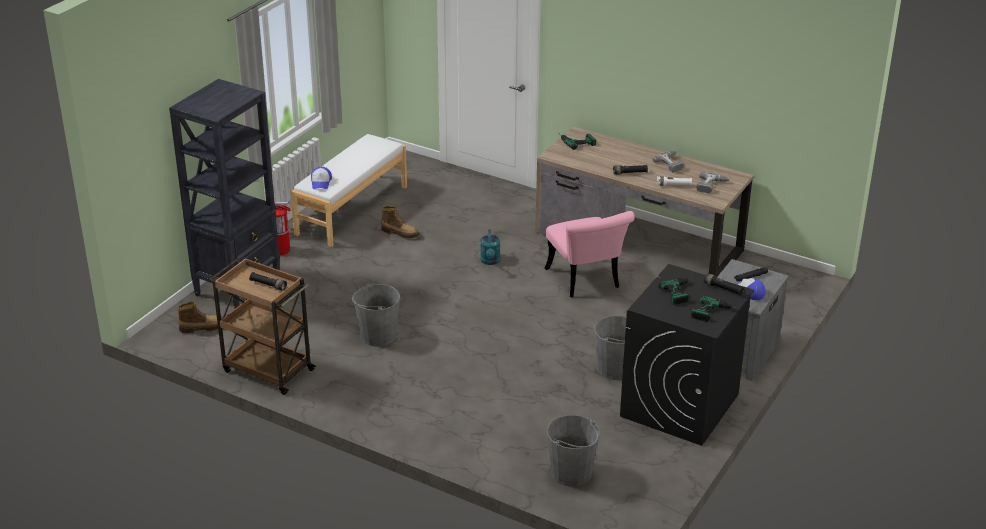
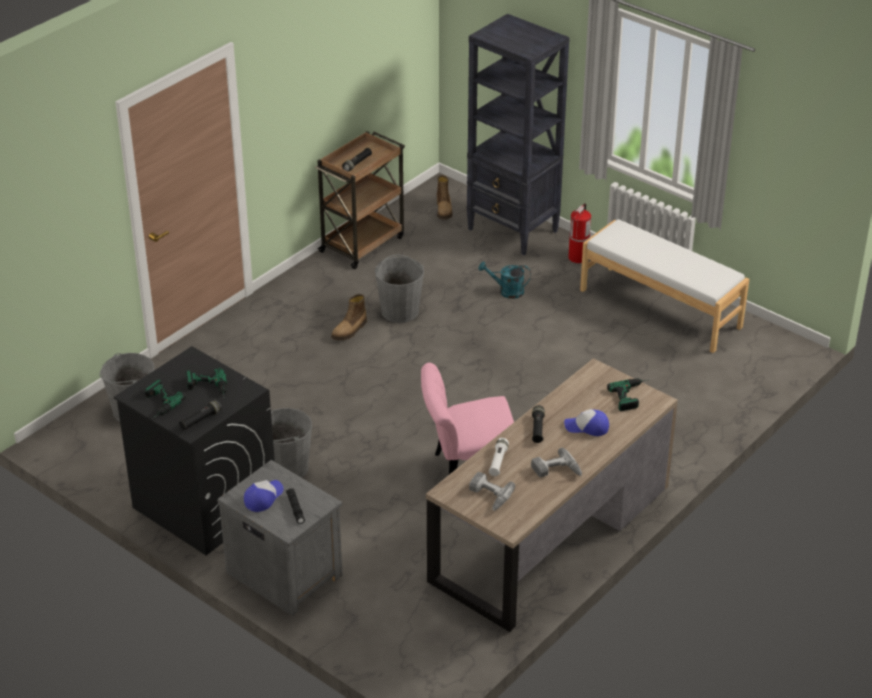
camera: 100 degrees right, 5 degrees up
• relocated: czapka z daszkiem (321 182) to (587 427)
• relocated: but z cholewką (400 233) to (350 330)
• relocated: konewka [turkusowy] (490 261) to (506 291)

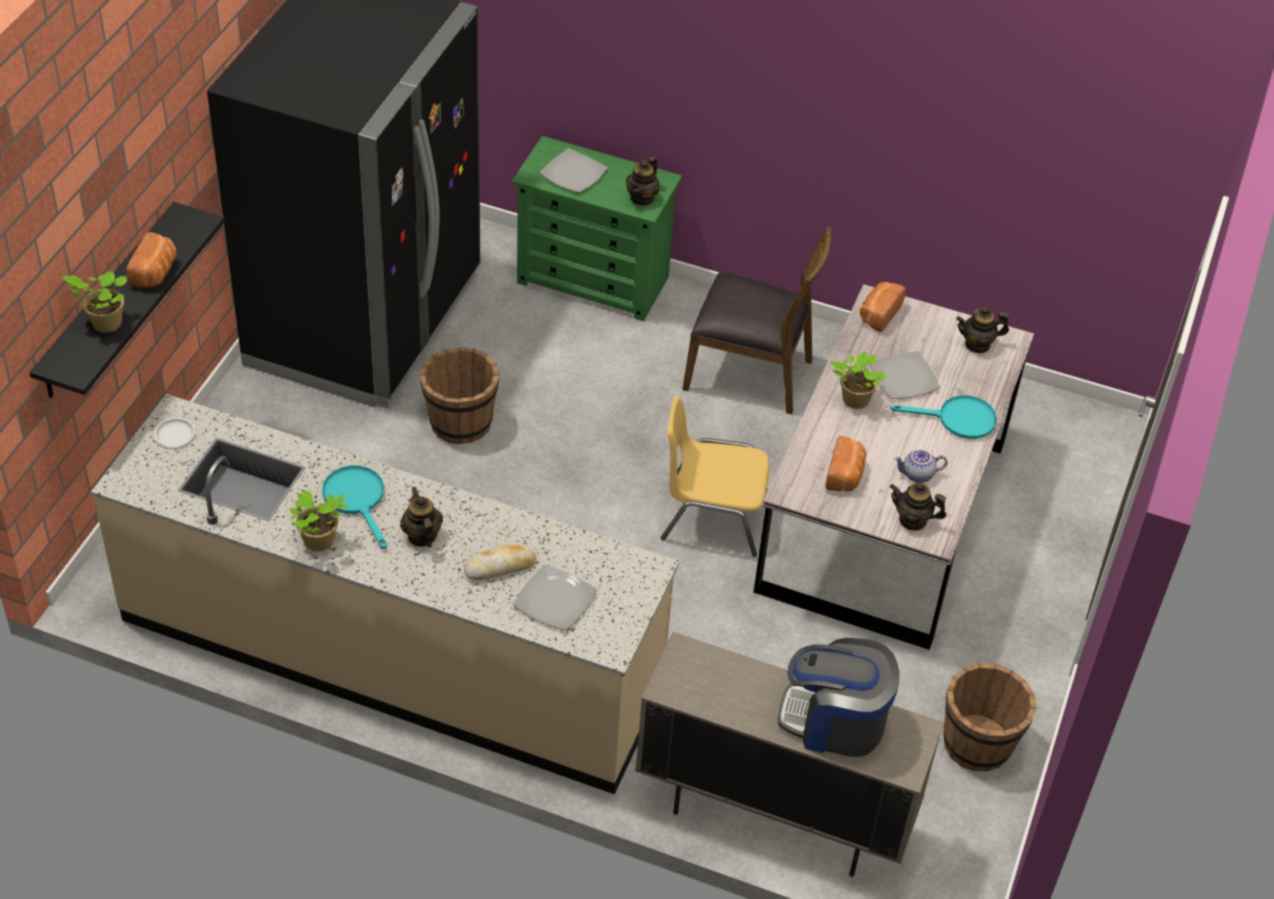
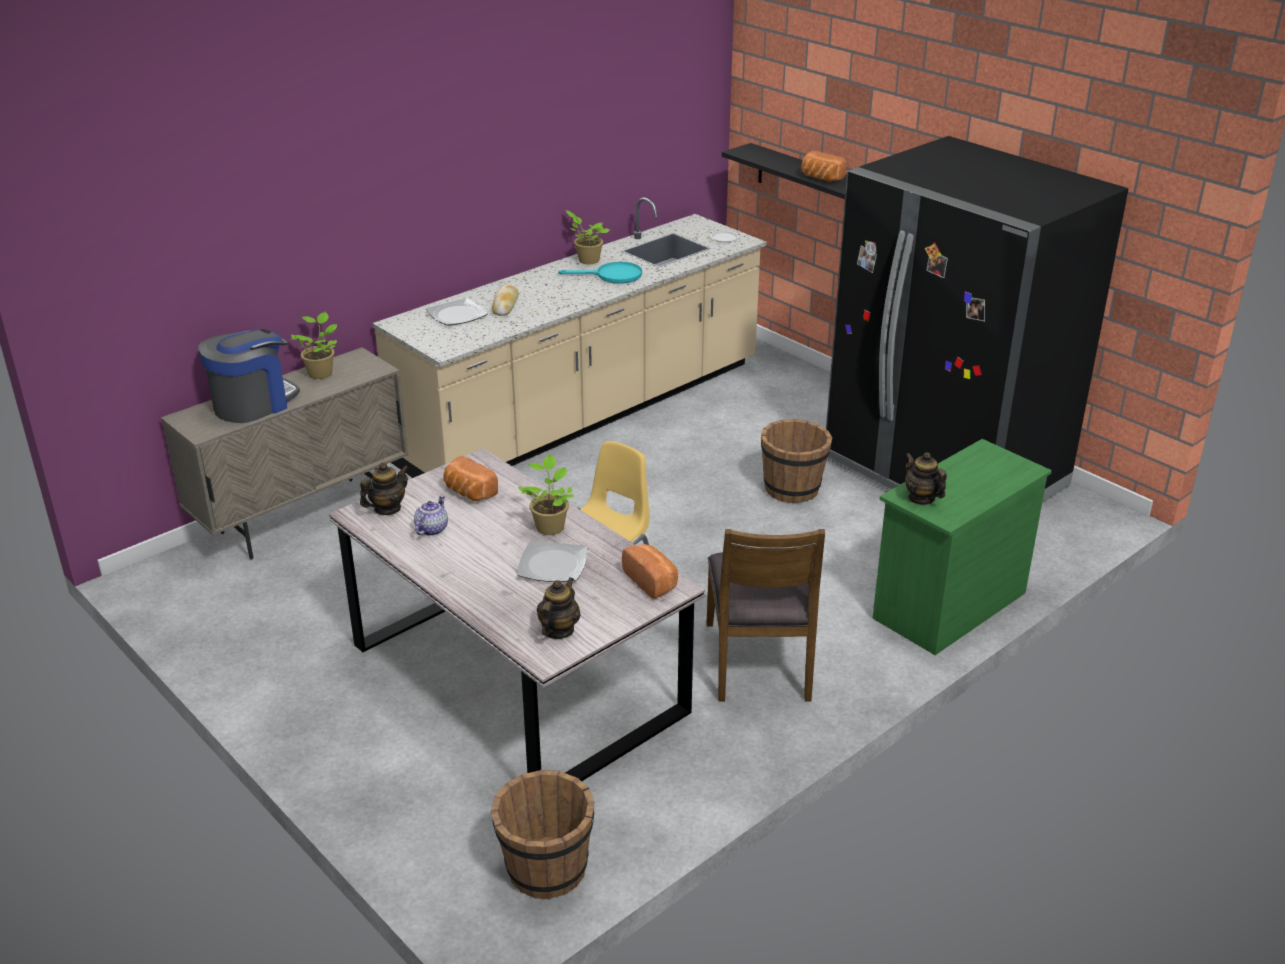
camera: 120 degrees right, 15 degrees down
• relocated: roślina doniczkowa (104 323) to (321 373)
• missing: imbryk (421 536)
• missing: talerz (574 173)
• spun: krzesło [brązowy] (749 373) = (760 661) 45 degrees counterclockwise
• missing: patelnia [turkusowy] (957 420)
• relocated: wiadro [brązowy] (978 744) to (546 870)

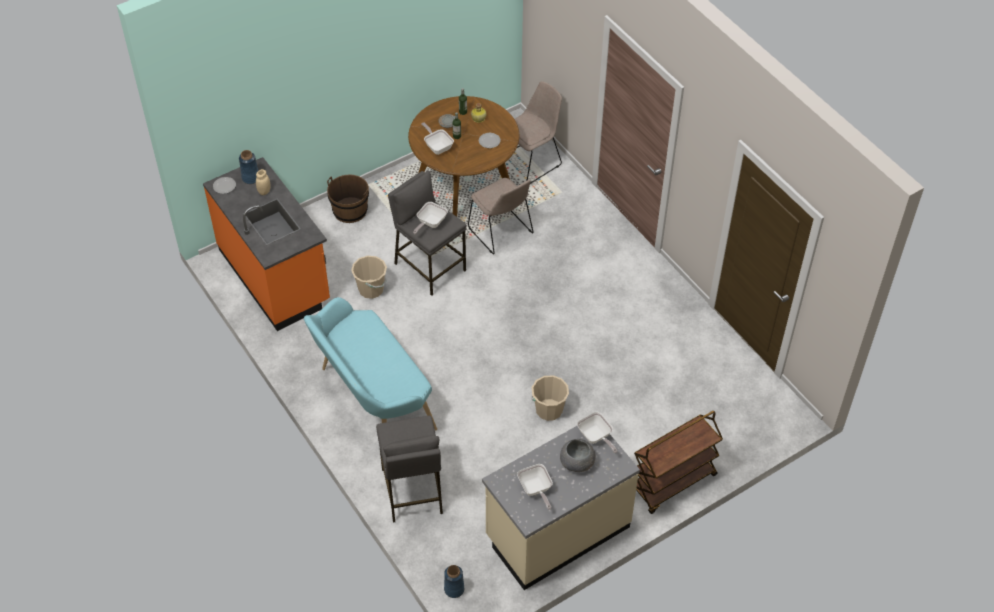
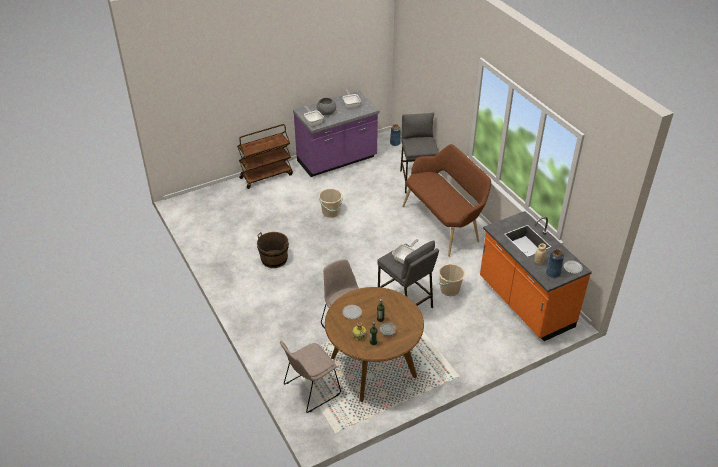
camera: 175 degrees left, 10 degrees down
• colour: ławka [turkusowy] (372 400) to ławka [brązowy] (444 223)
• relocated: wiadro [brązowy] (350 210) to (274 259)
• missing: patelnia (437 146)
• colour: zabudowa kuchenna [beżowy] (557 531) to zabudowa kuchenna [fioletowy] (337 160)

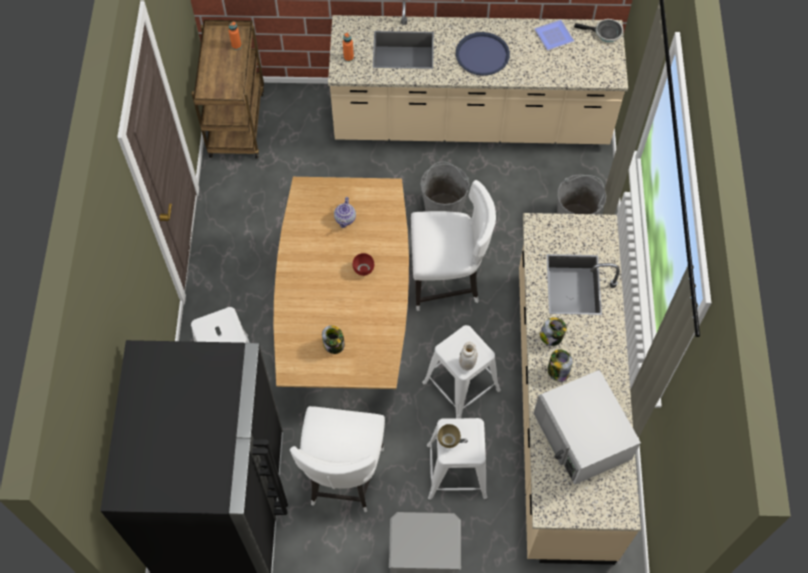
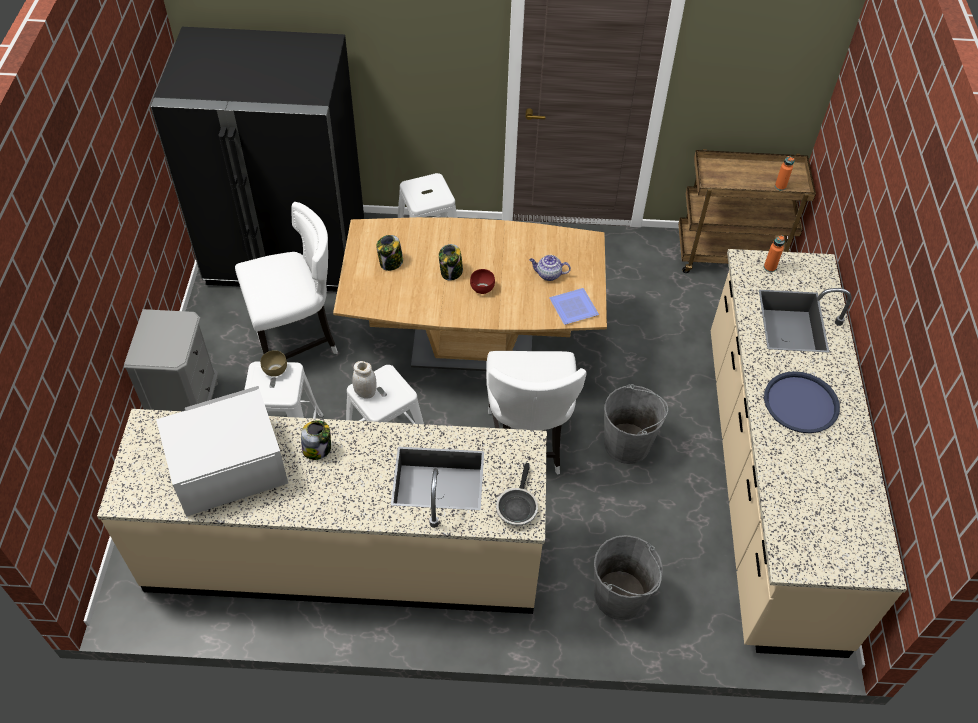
camera: 90 degrees right, 10 degrees down
• spun: krzesło [biały] (343 477) = (297 341) 150 degrees clockwise
• relocated: talerz (552 36) to (574 306)
• relocated: słoik (551 336) to (451 272)
• relocated: patelnia (605 33) to (517 506)

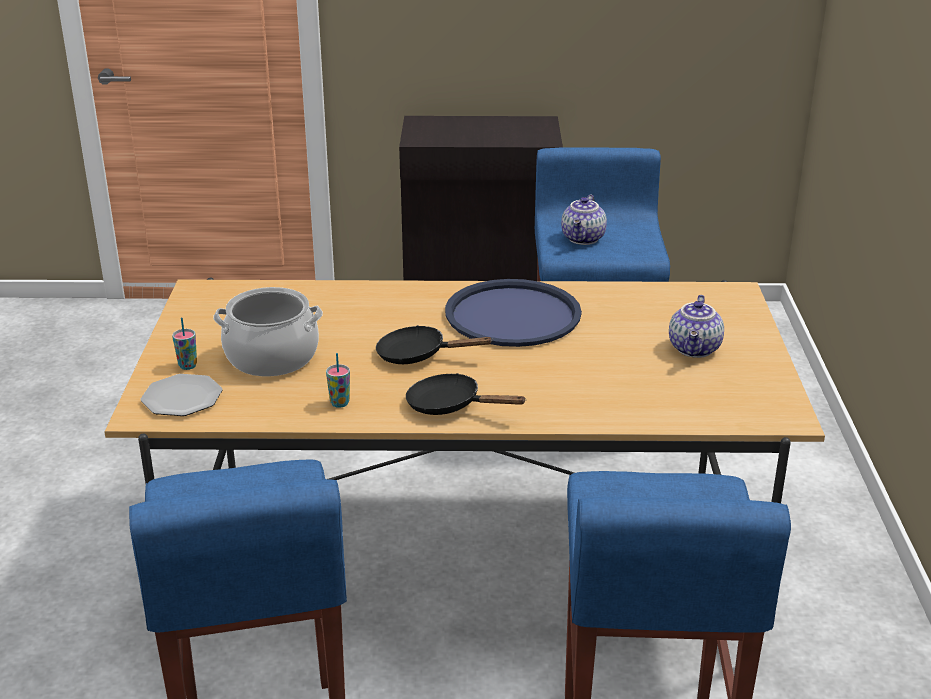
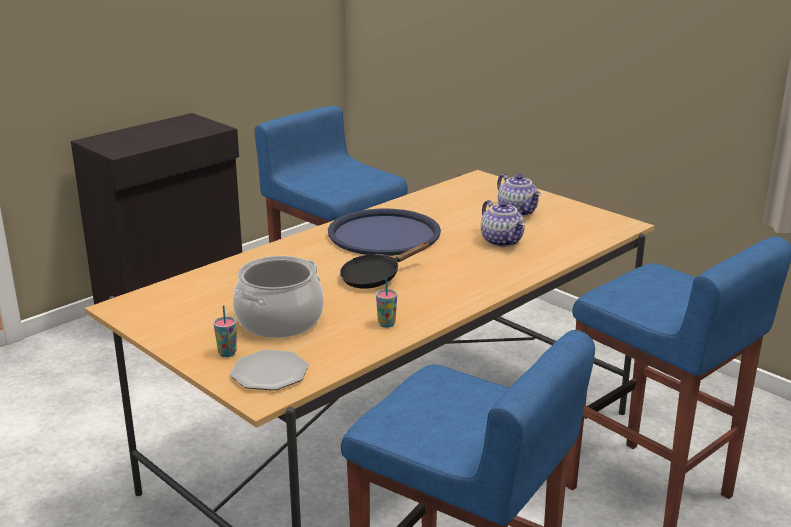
camera: 45 degrees left, 5 degrees down
• missing: patelnia [czarny] (450 406)
• relocated: imbryk (584 239) to (503 241)

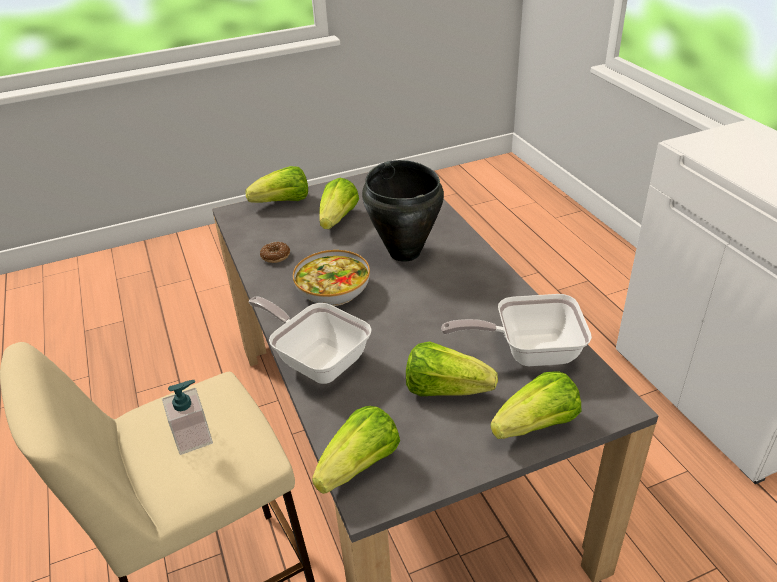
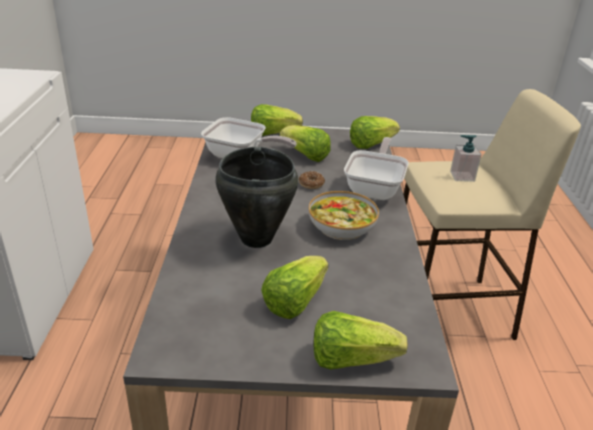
camera: 160 degrees left, 5 degrees down
• spun: patelnia (317 360) = (375 188) 135 degrees counterclockwise
• relocated: donut (275 256) to (311 184)

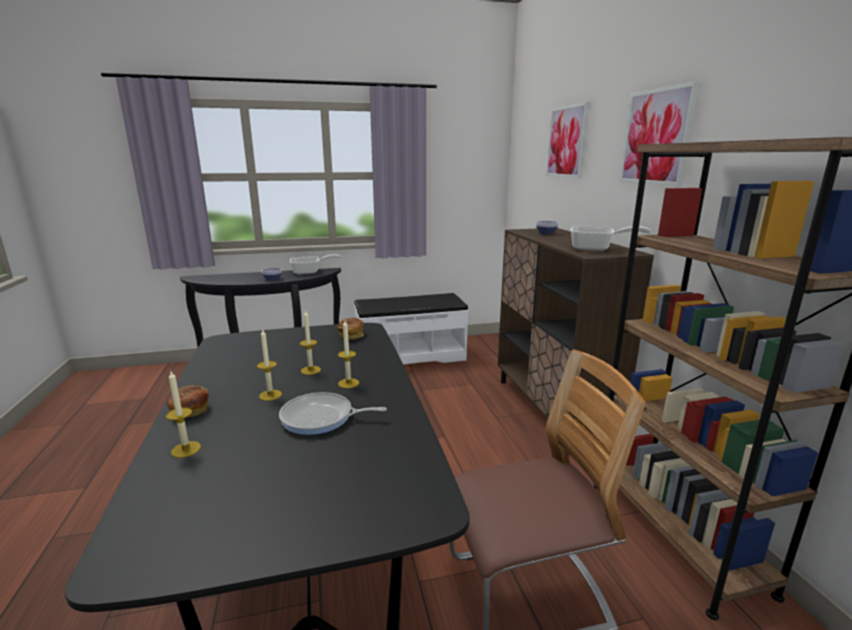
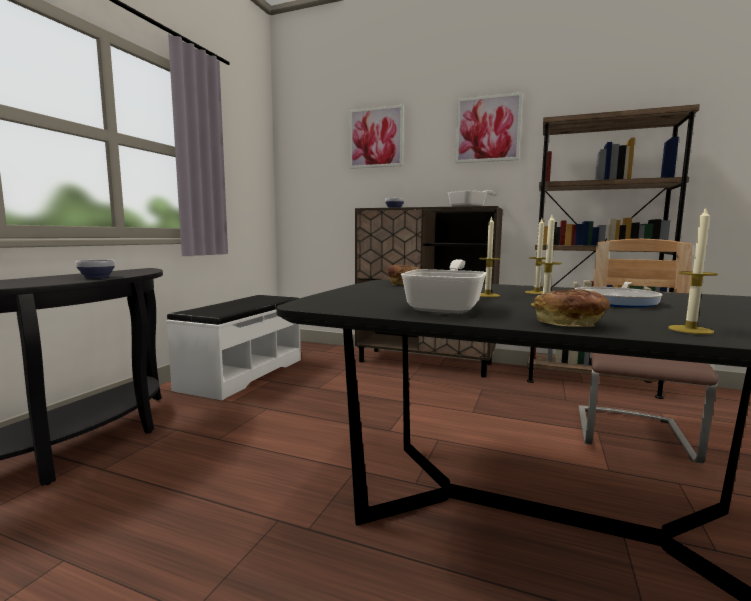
camera: 55 degrees left, 10 degrees down
• relocated: patelnia (310 272) to (447 307)

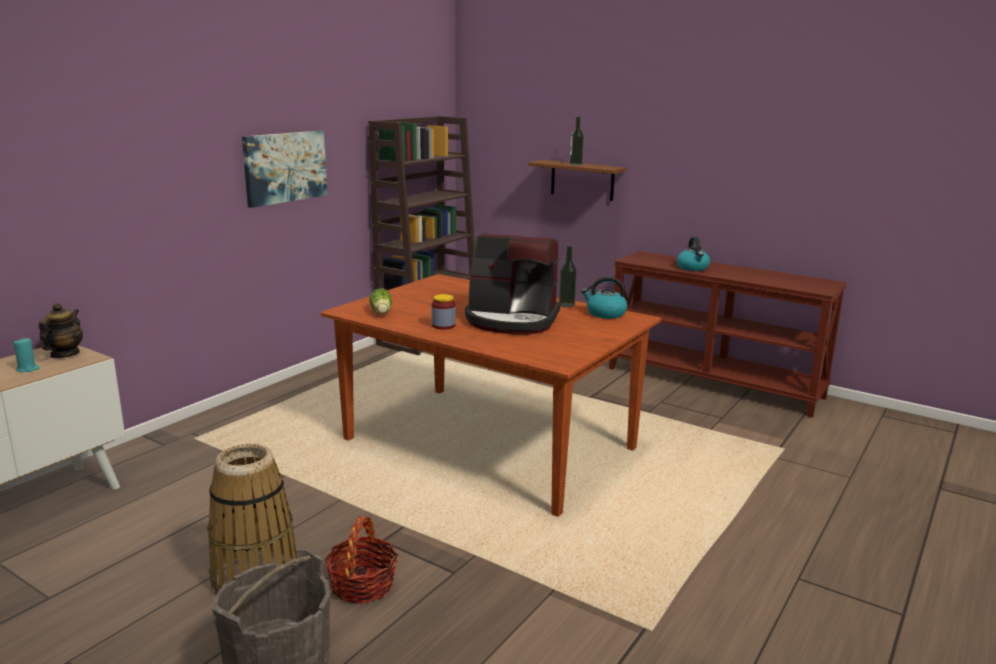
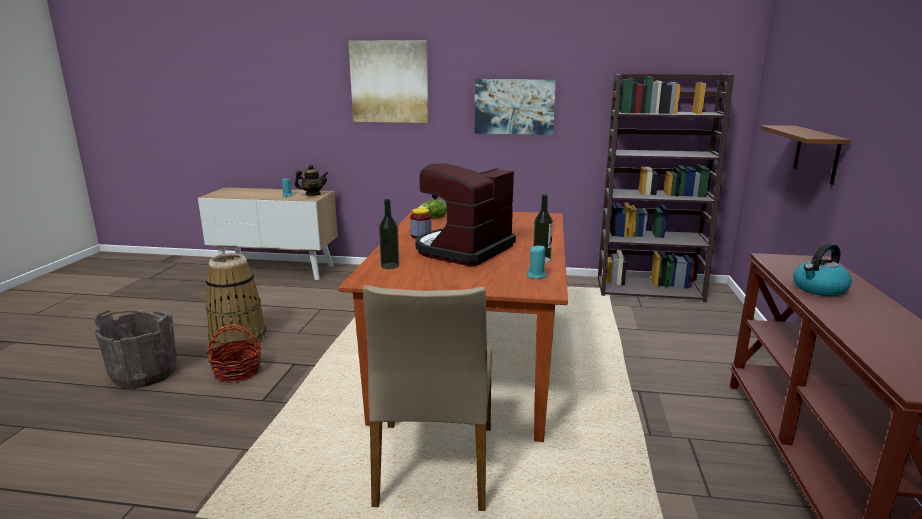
camera: 65 degrees right, 0 degrees up
• spun: ekspres do kawy (512 320) = (463 250) 45 degrees clockwise
• relocated: butelka (576 164) to (390 266)
• exchanged: czajnik (605 314) to świeca [turkusowy] (536 276)
• appeared: obraz (389 82)
• appeared: krzesło [beżowy] (434 466)

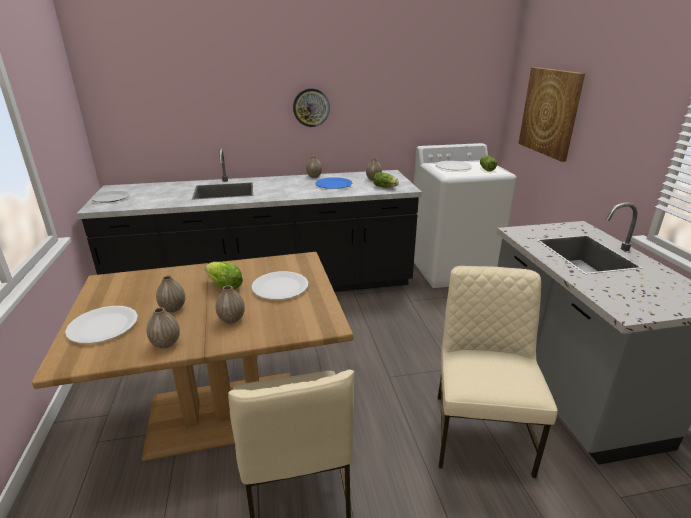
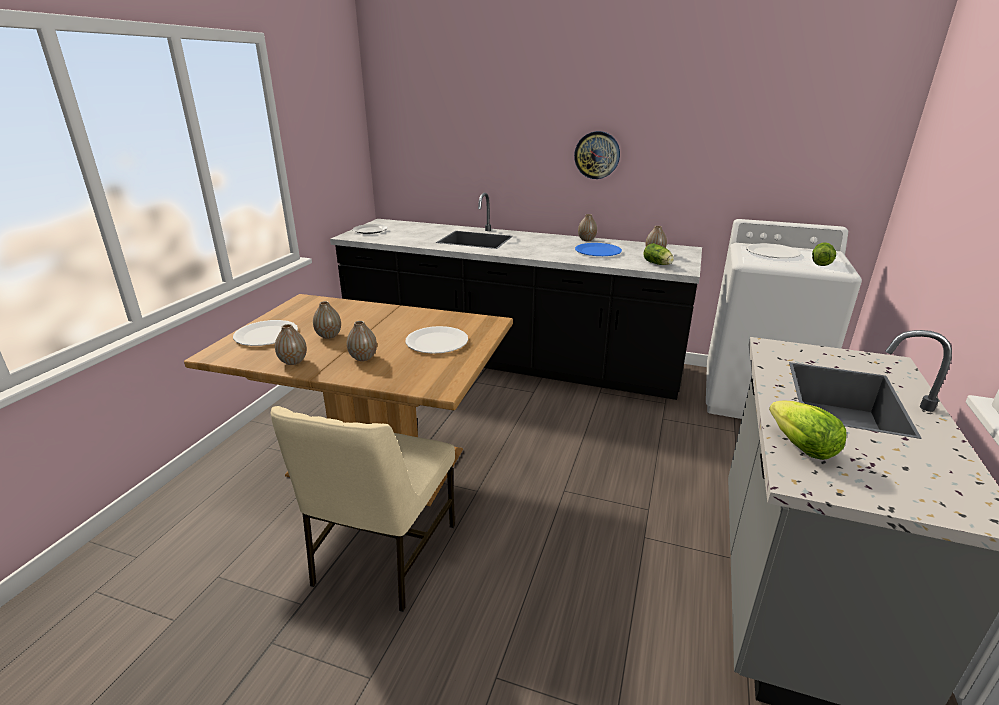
camera: 30 degrees right, 0 degrees up
• relocated: sałata (224 287) to (801 447)
• missing: krzesło [beżowy] (479 431)
• missing: obraz (550 112)

